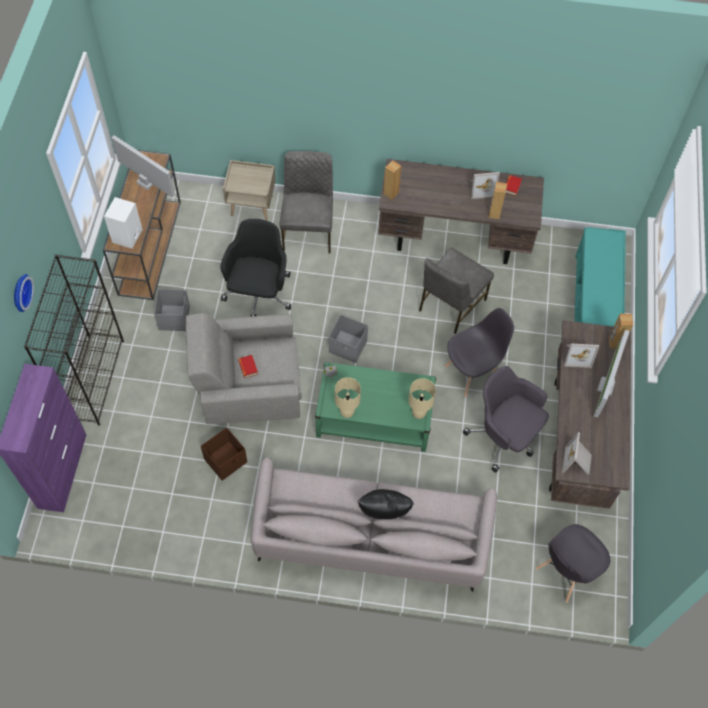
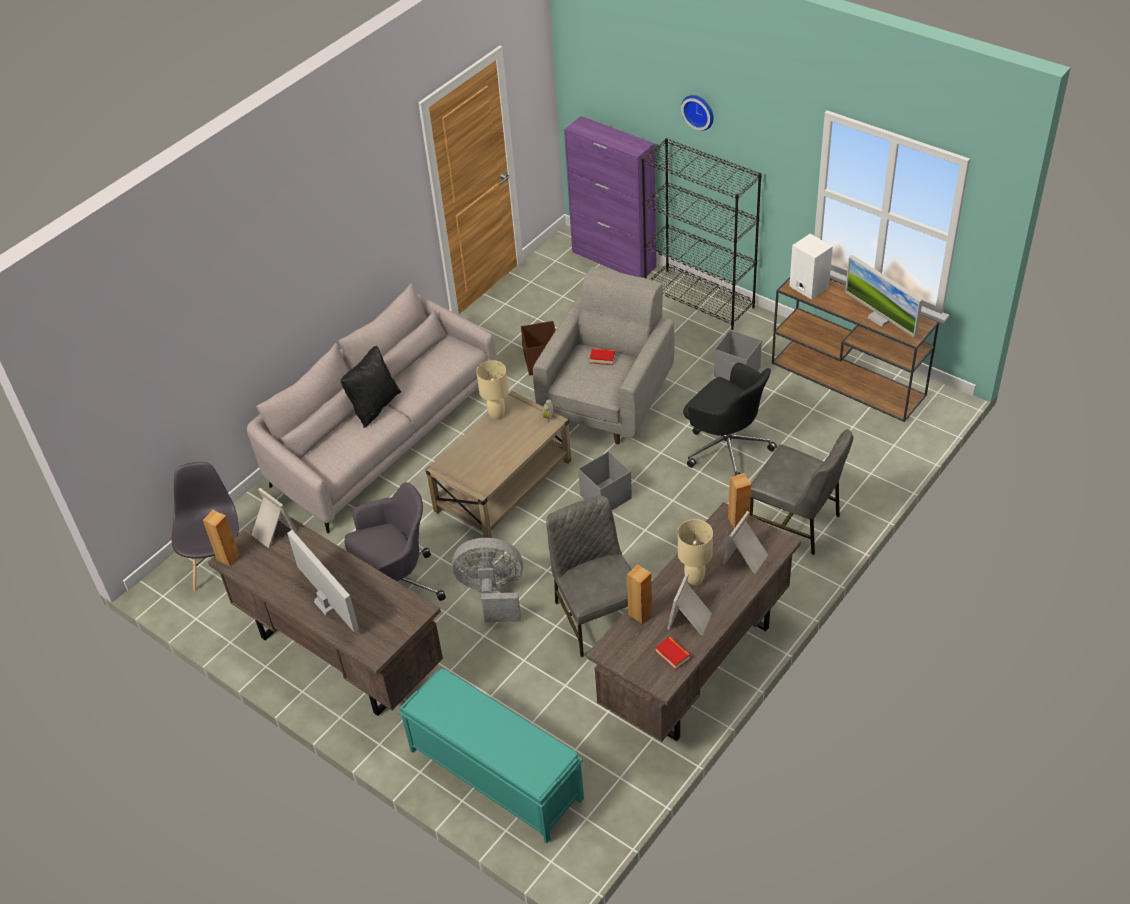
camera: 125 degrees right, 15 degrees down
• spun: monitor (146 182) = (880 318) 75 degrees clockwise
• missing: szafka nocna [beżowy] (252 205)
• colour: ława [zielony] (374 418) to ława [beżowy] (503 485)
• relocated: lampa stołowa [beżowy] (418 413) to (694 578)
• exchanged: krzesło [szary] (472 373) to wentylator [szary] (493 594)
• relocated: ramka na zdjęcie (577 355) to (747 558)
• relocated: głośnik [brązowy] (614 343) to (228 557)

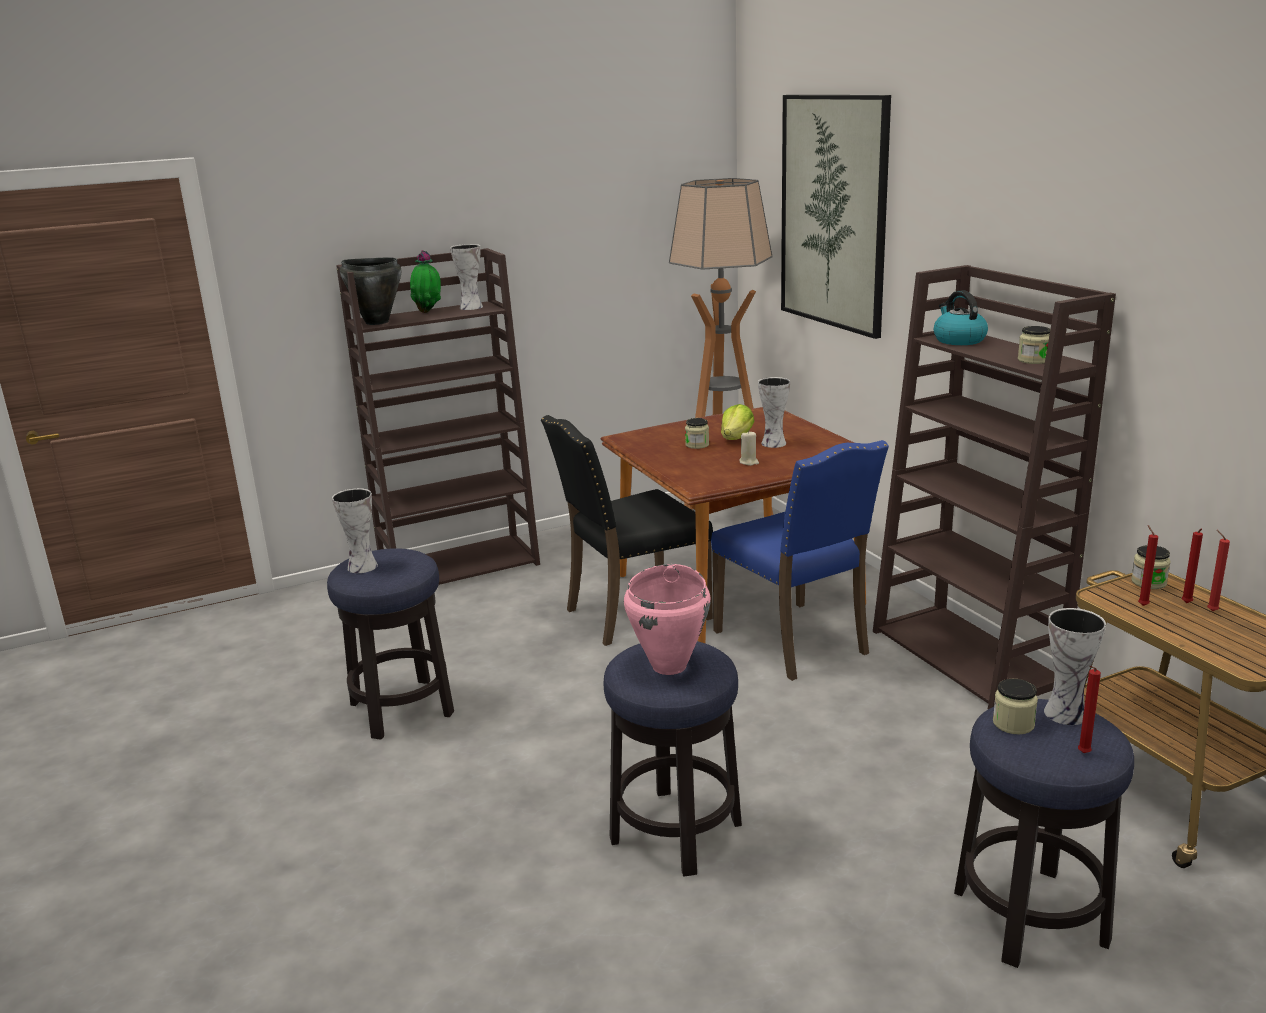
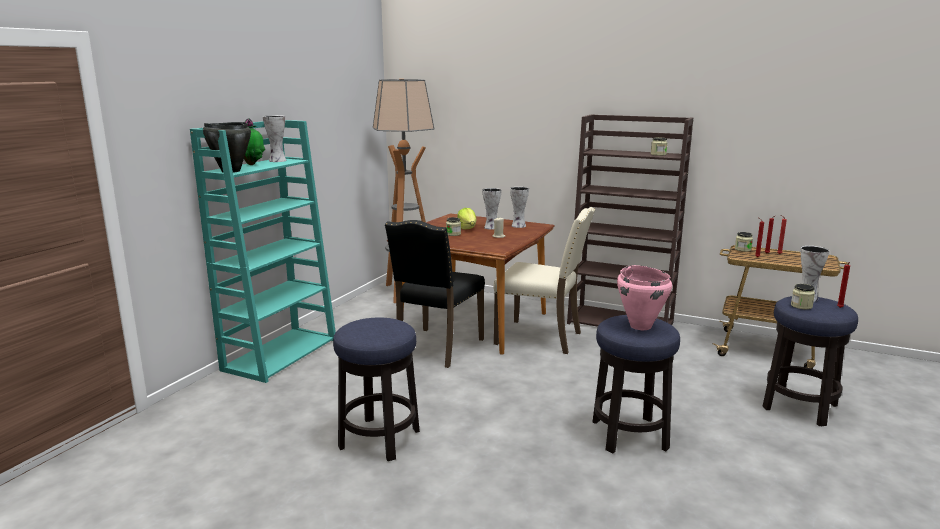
camera: 40 degrees left, 5 degrees down
• relocated: wazon (361 567) to (518 226)
• colour: regał [brązowy] (460 565) to regał [turkusowy] (281 354)
• colour: krzesło [niebieski] (795 642) to krzesło [beżowy] (541 338)
• missing: obraz (833 213)
• missing: czajnik (958 340)

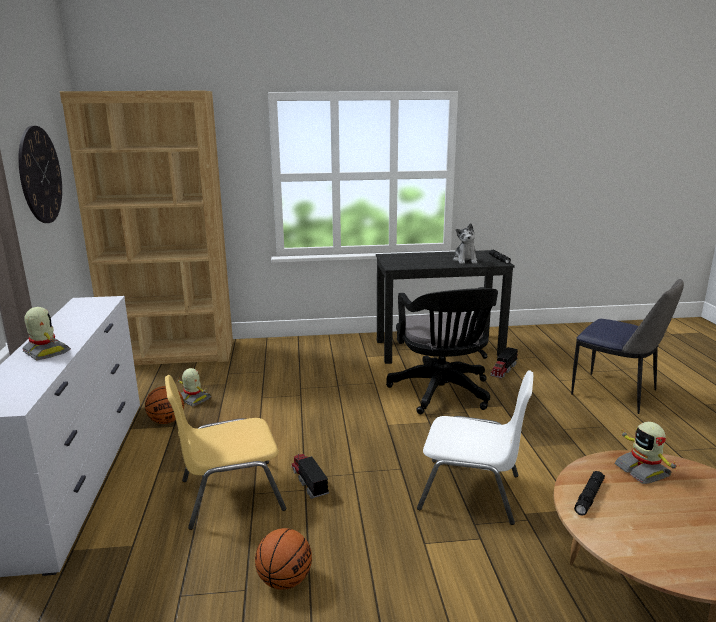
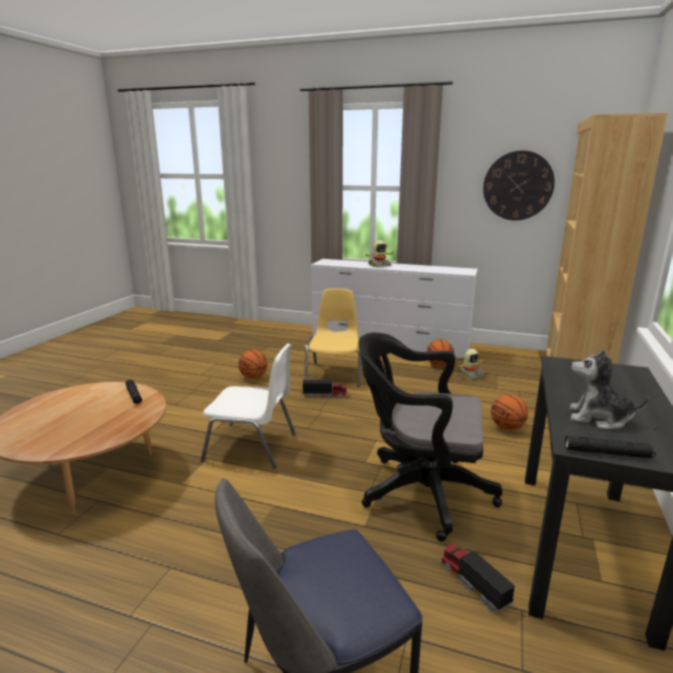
camera: 115 degrees right, 0 degrees up
• spun: krzesło [biały] (471 492) = (252 446) 120 degrees counterclockwise
• missing: robot zabawkowy (643 470)
• appeared: piłka do koszykówki (507 427)

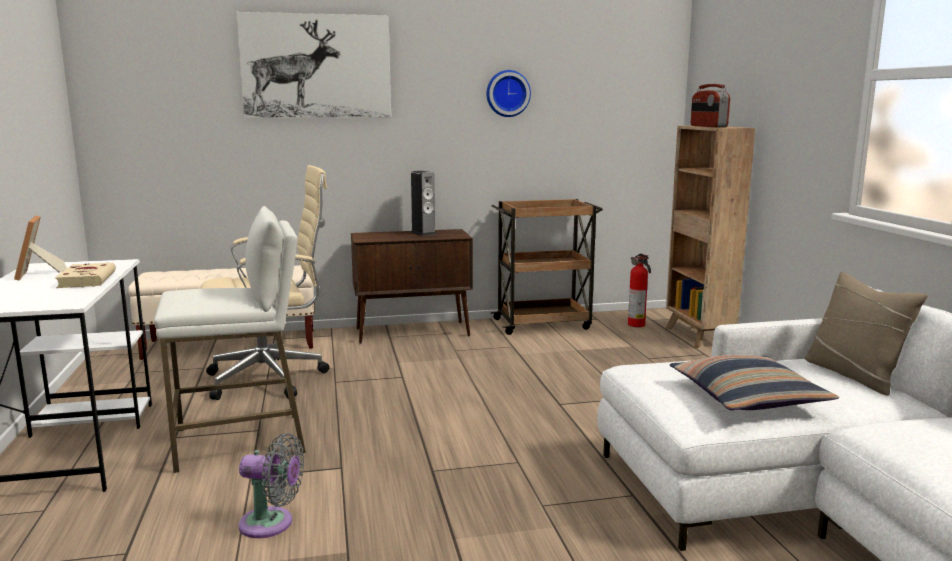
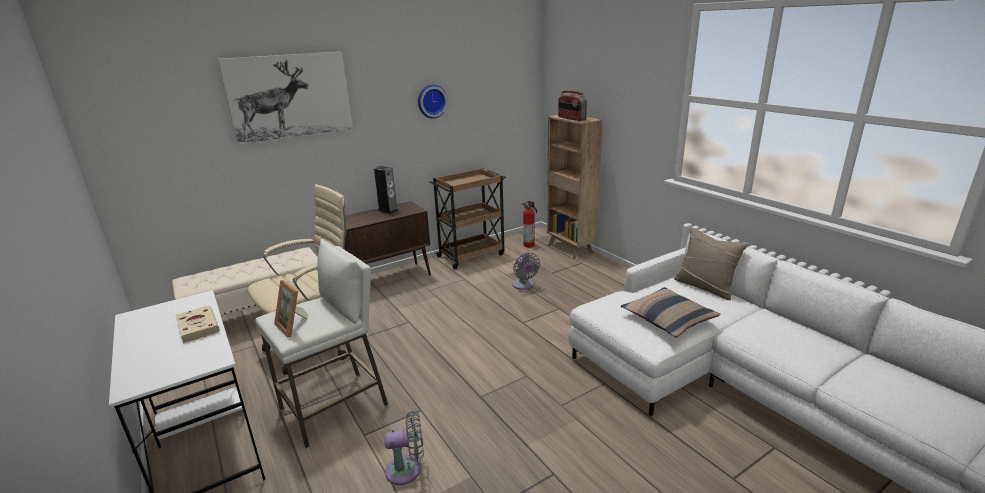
camera: 20 degrees left, 10 degrees up
• relocated: ramka na zdjęcie (38 274) to (294 326)
• appeared: wentylator [szary] (523 285)

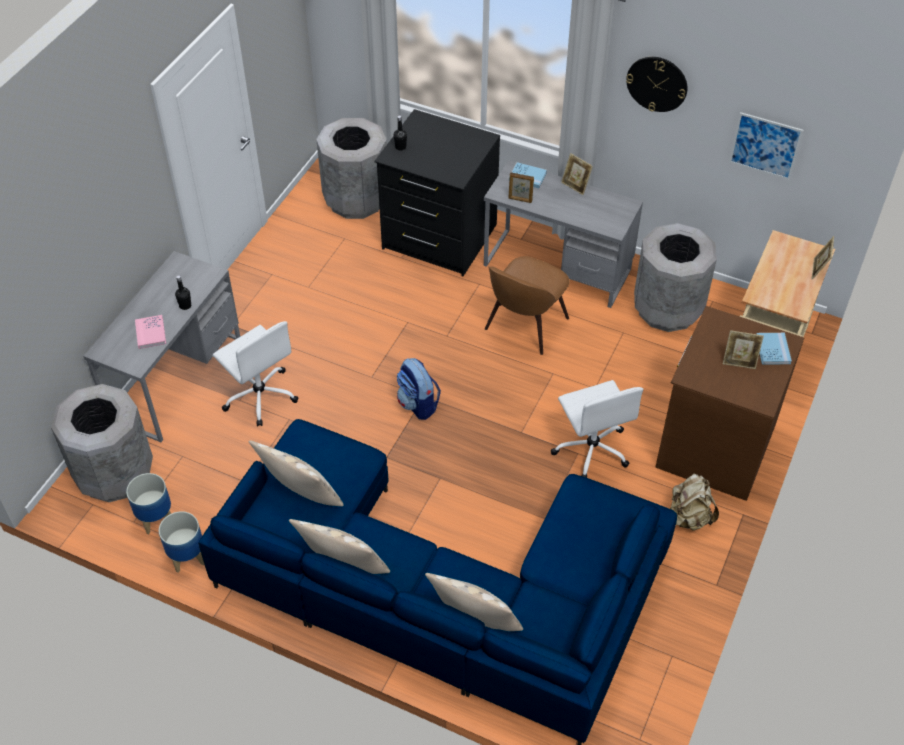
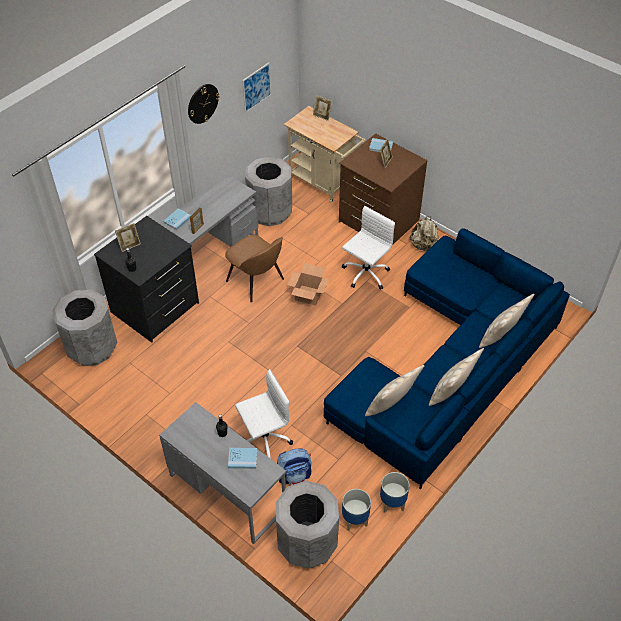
camera: 75 degrees left, 0 degrees up
• colour: książka [różowy] (150 333) to książka [niebieski] (242 459)
• relocated: plecak (418 404) to (294 475)
• spun: krzesło biurowe [biały] (591 449) = (365 274) 45 degrees counterclockwise
• relocated: ramka na zdjęcie (575 186) to (129 245)
• appeared: karton (309 295)

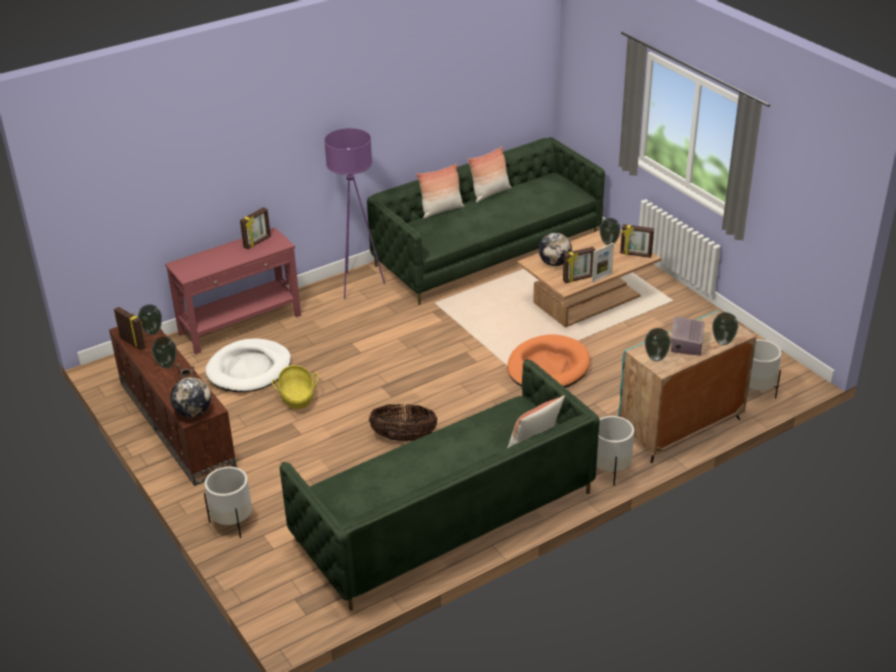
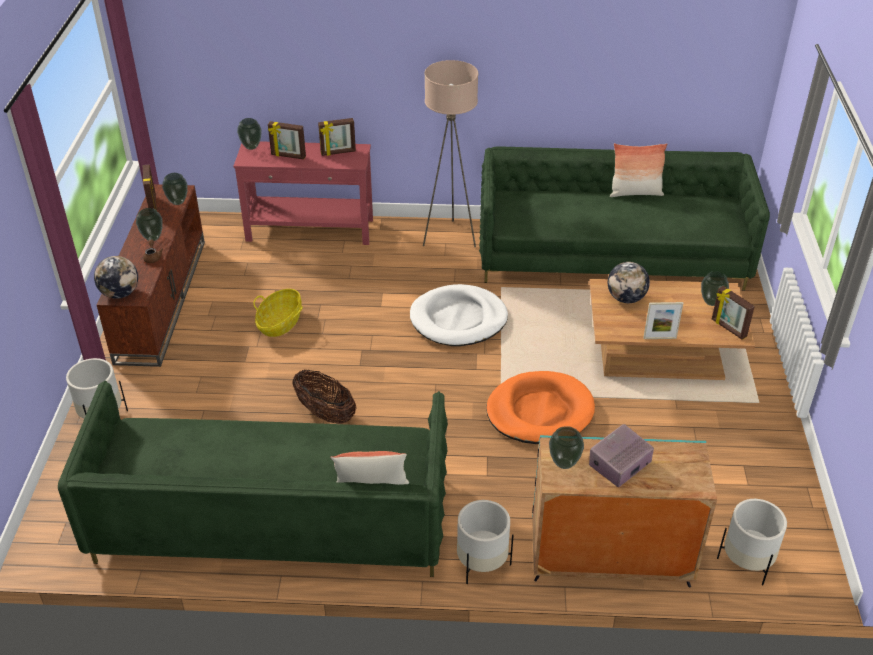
camera: 35 degrees right, 5 degrees up
• relocated: legowisko [biały] (249 369) to (458 319)
• colour: lampa stojąca [fioletowy] (358 285) to lampa stojąca [beżowy] (450 237)
• missing: poduszka (441 210)
• relocated: ramka na zdjęcie (578 279) to (288 156)
• relocated: wazon (723 342) to (252 147)

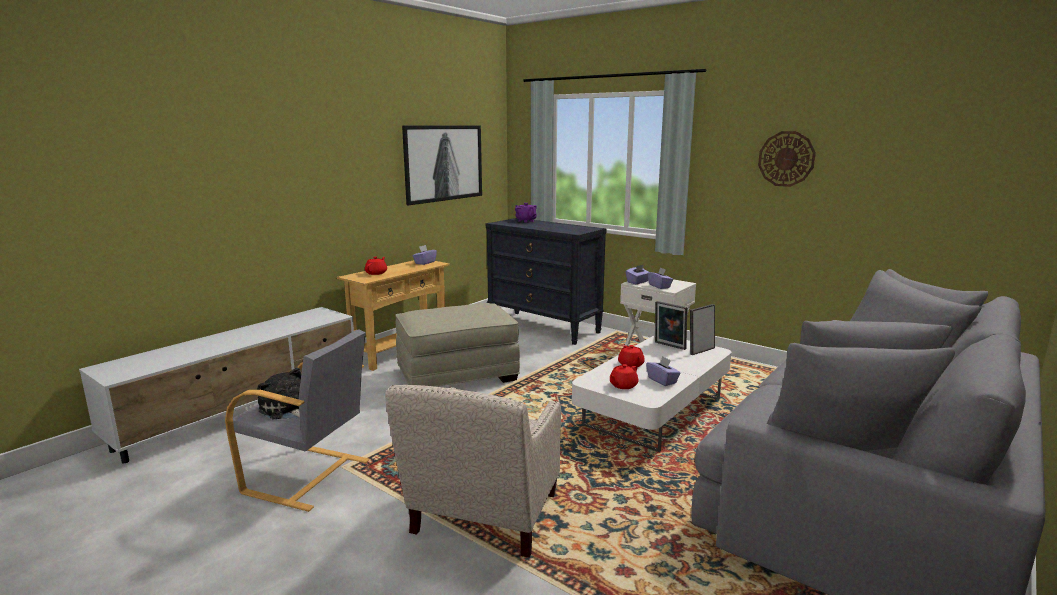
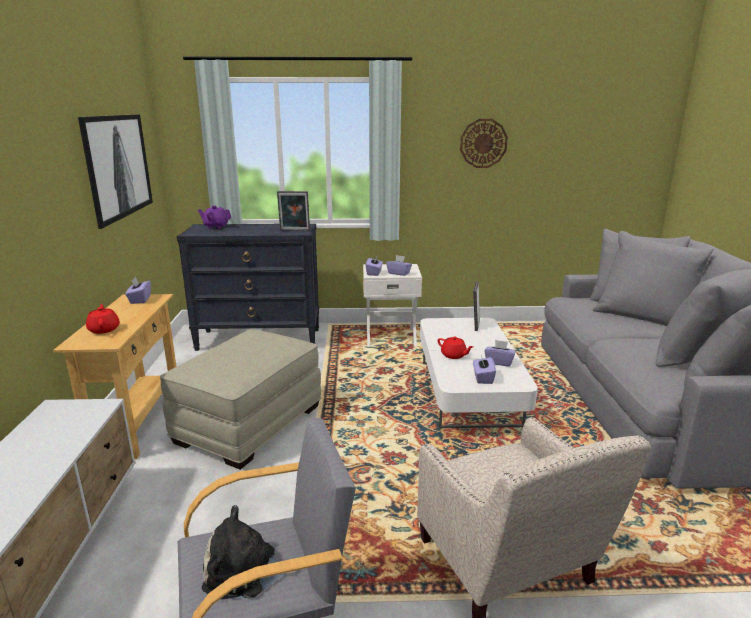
camera: 40 degrees left, 5 degrees up
• exchanged: imbryk [czerwony] (623 385) to pudełko chusteczek [fioletowy] (482 378)
• relocated: ramka na zdjęcie (669 346) to (294 231)

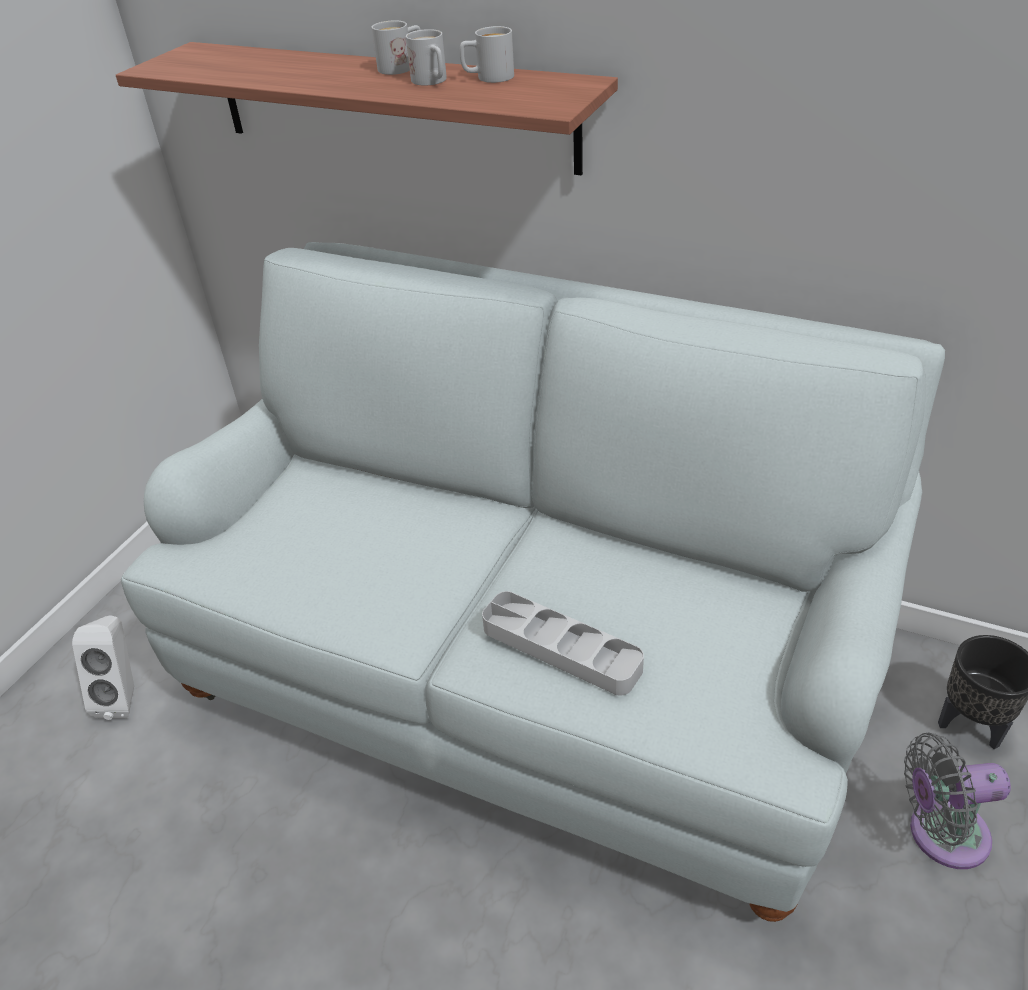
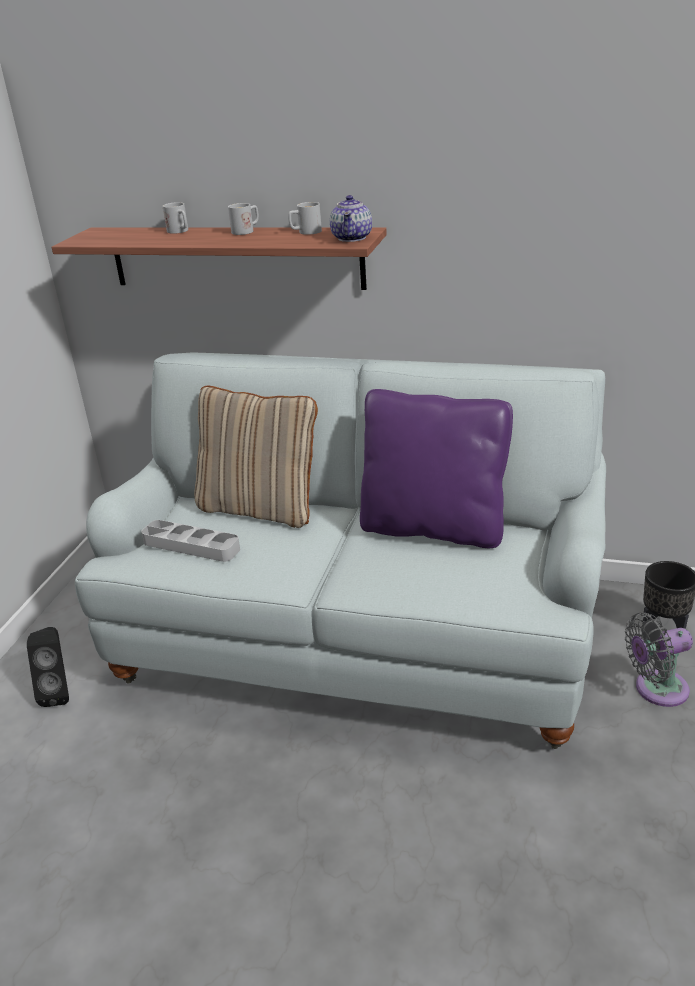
camera: 10 degrees left, 10 degrees down
• colour: głośnik [biały] (125 697) to głośnik [czarny] (60 692)
• relocated: kubek [biały] (432 82) to (180 231)
• relocated: taca [szary] (561 648) to (191 545)
• appeared: poduszka [beżowy] (260 508)
• appeared: imbryk (352 238)
• appeared: poduszka [fioletowy] (433 527)

